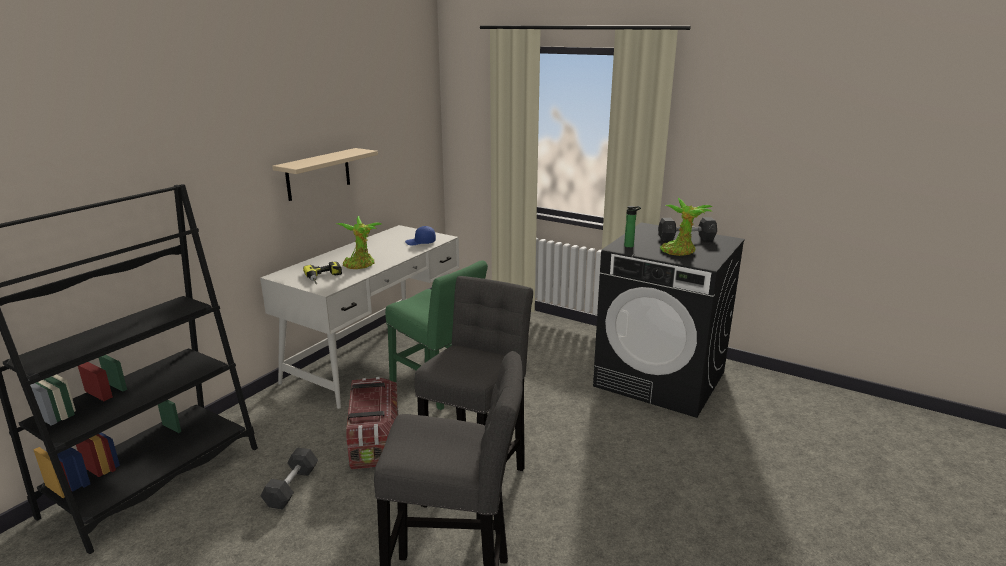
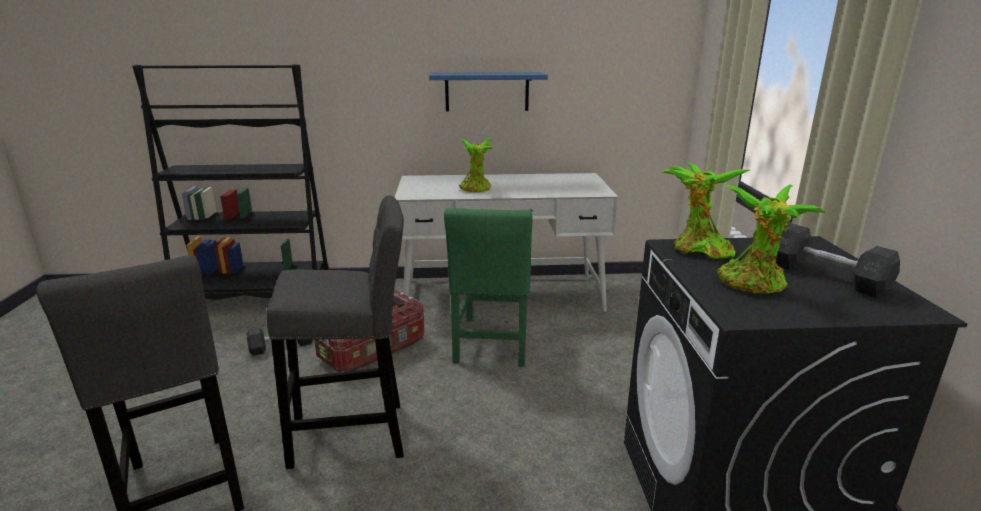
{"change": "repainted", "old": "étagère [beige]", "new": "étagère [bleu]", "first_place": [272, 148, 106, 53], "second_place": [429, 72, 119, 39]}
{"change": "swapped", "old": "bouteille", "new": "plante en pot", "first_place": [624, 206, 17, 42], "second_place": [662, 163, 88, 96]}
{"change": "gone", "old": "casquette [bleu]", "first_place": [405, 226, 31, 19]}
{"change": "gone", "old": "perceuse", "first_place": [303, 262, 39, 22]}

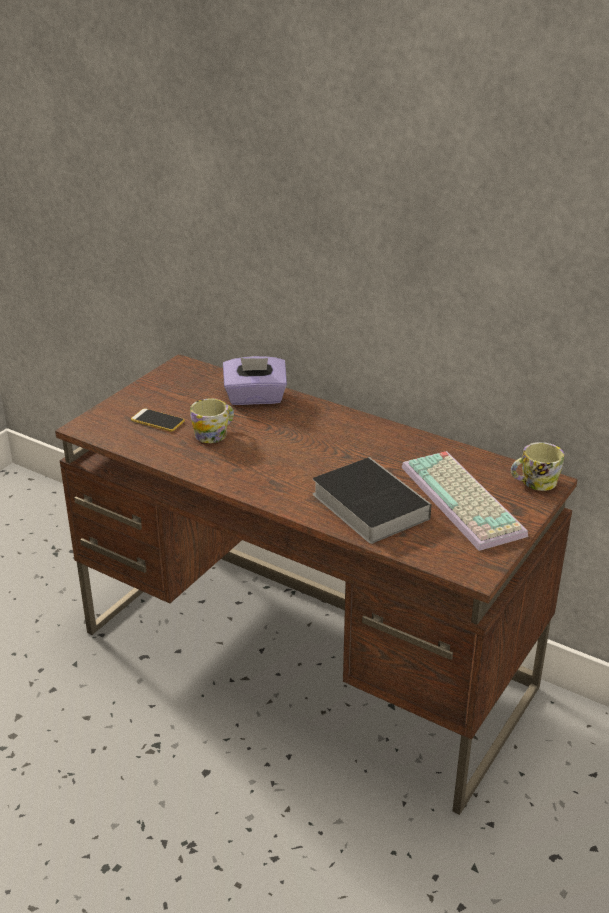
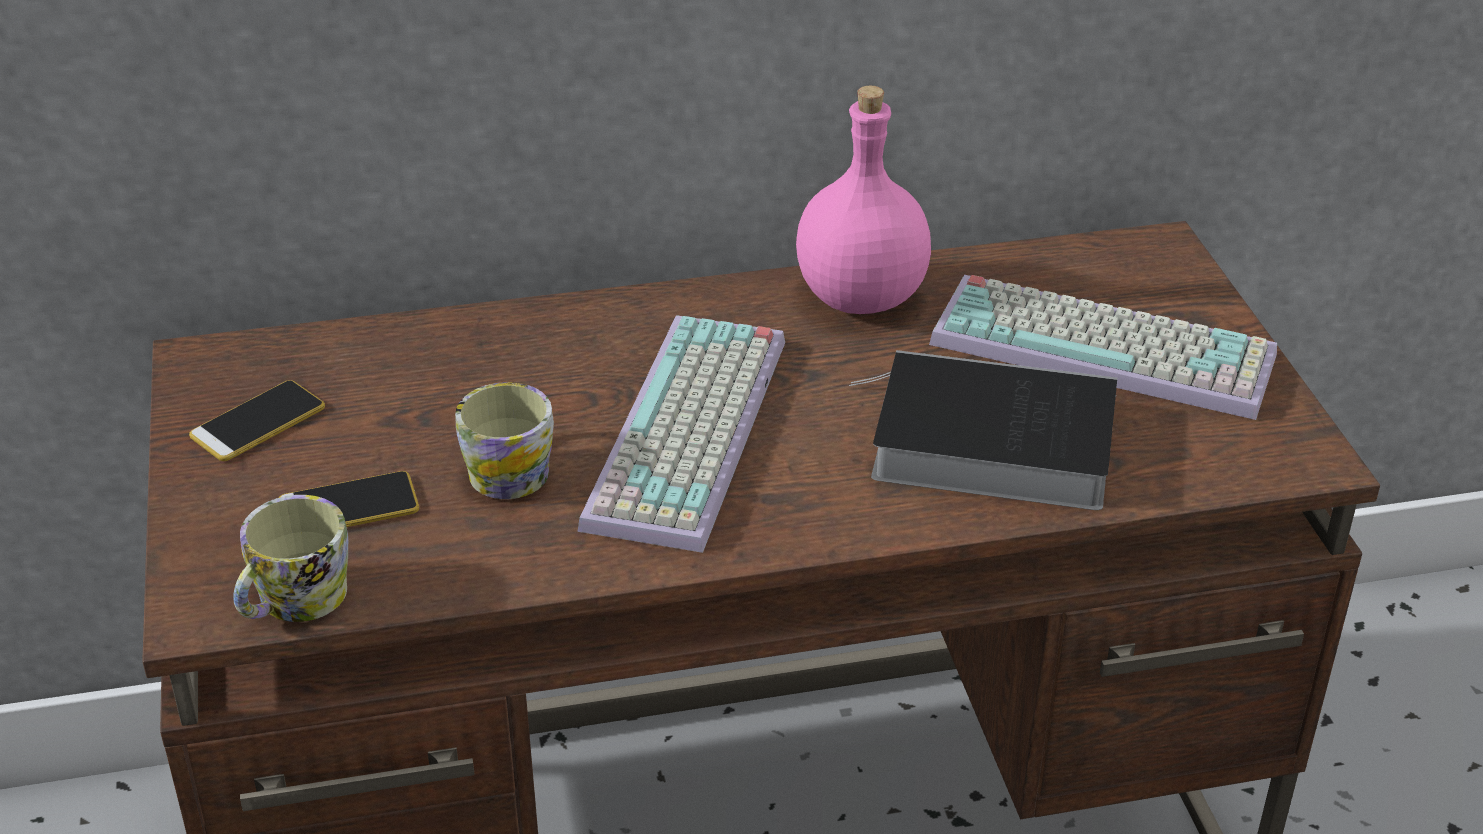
{"change": "gone", "old": "boîte à mouchoirs [violet]", "first_place": [223, 356, 64, 49]}
{"change": "shifted", "old": "mug", "first_place": [511, 442, 53, 49], "second_place": [233, 495, 115, 127]}
{"change": "new", "new": "bouteille [rose]", "second_place": [796, 85, 135, 229]}
{"change": "new", "new": "clavier", "second_place": [577, 315, 208, 238]}
{"change": "new", "new": "téléphone", "second_place": [189, 380, 136, 81]}

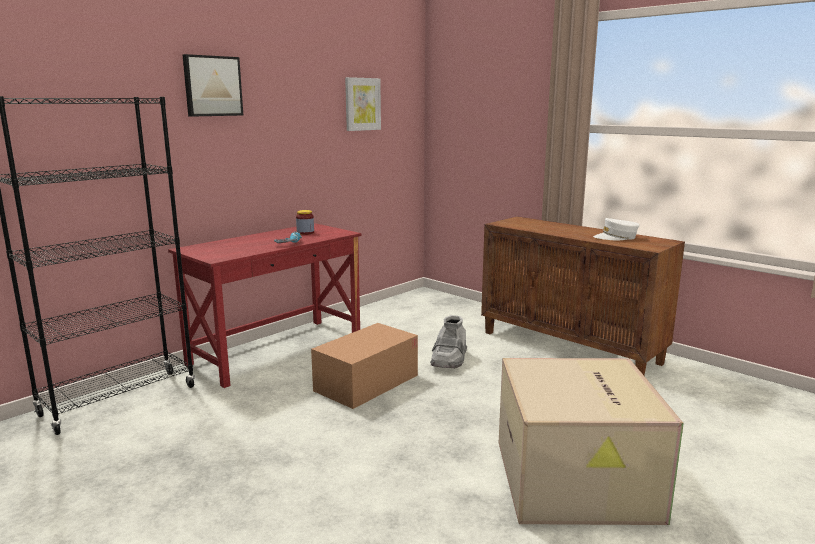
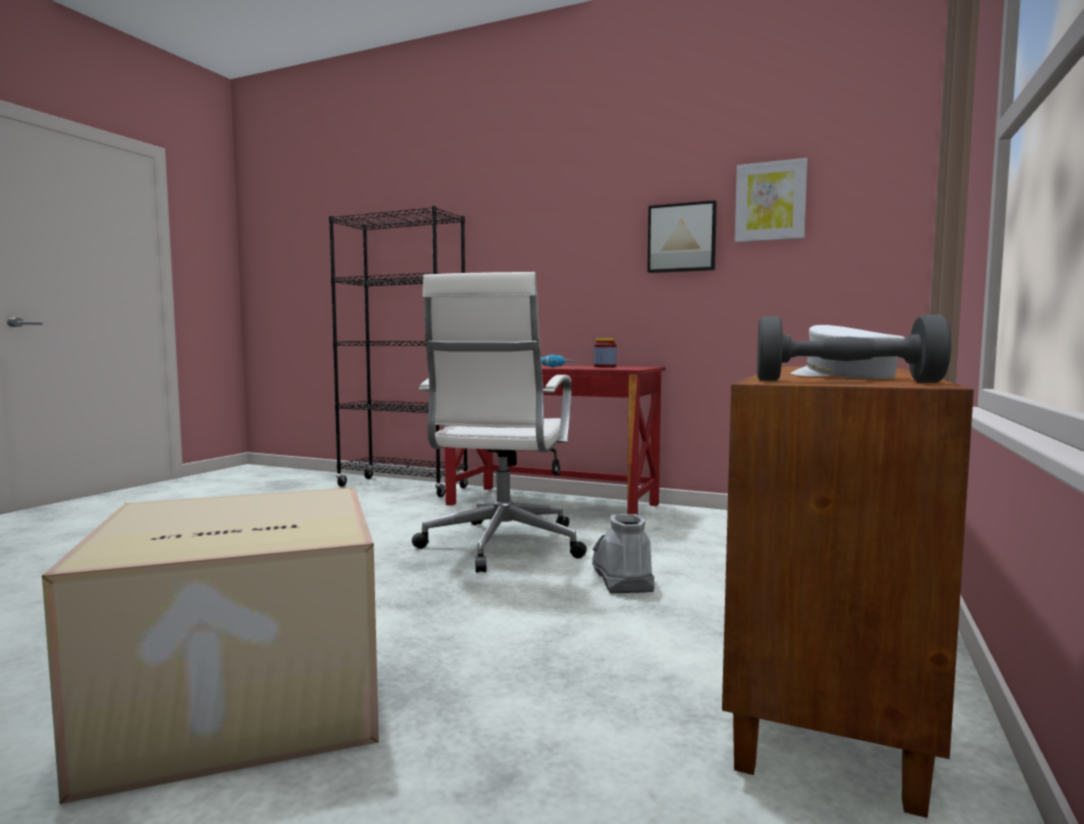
{"change": "shifted", "old": "tableau", "first_place": [183, 54, 60, 63], "second_place": [647, 200, 70, 73]}
{"change": "rotated", "old": "botte [gris]", "first_place": [430, 315, 37, 53], "second_place": [592, 514, 63, 79], "degrees": 90}
{"change": "swapped", "old": "carton", "new": "chaise de bureau [blanc]", "first_place": [311, 323, 107, 86], "second_place": [412, 272, 175, 301]}
{"change": "new", "new": "haltère [gris]", "second_place": [757, 315, 194, 68]}

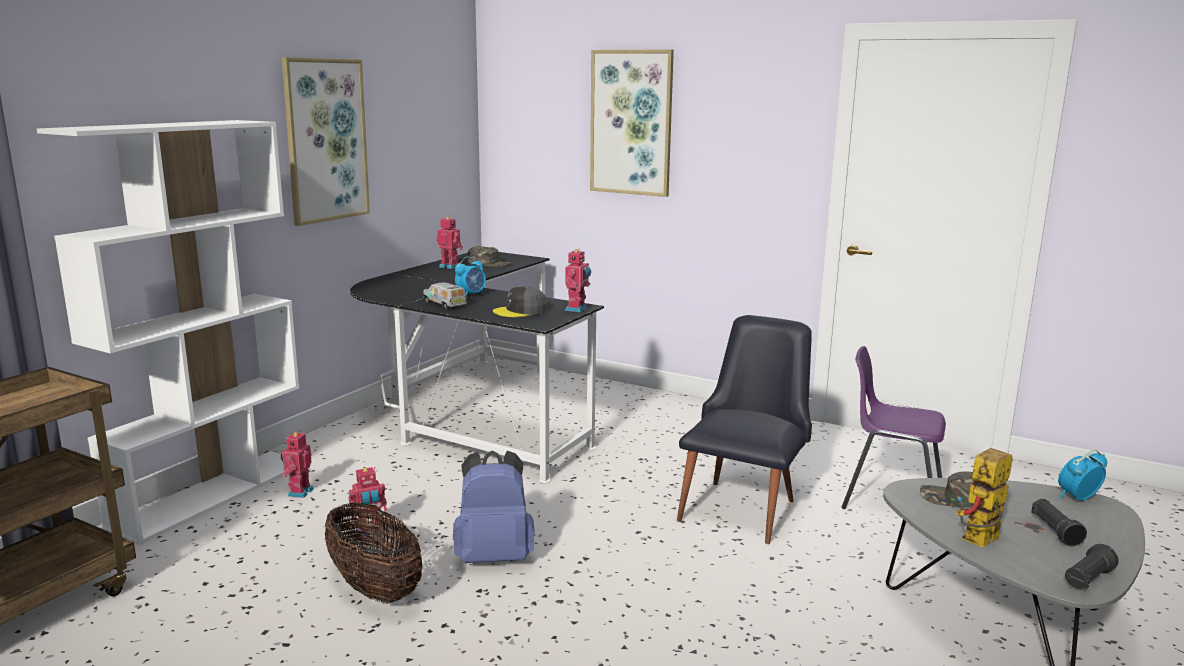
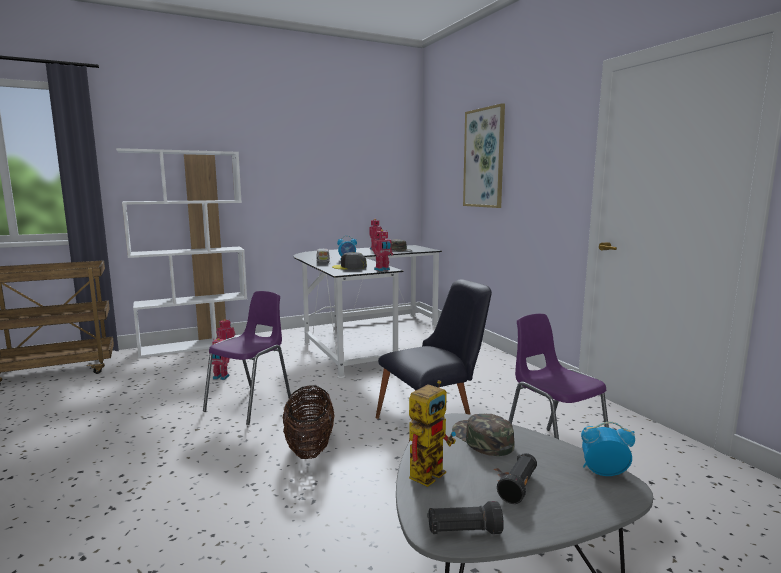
{"change": "gone", "old": "tableau", "first_place": [282, 57, 88, 169]}
{"change": "rotated", "old": "robot jouet", "first_place": [956, 448, 57, 99], "second_place": [409, 380, 47, 107], "degrees": 135}
{"change": "swapped", "old": "sac à dos [bleu]", "new": "chaise [violet]", "first_place": [453, 450, 82, 113], "second_place": [203, 291, 88, 134]}
{"change": "shifted", "old": "panier", "first_place": [325, 503, 97, 101], "second_place": [283, 386, 51, 73]}

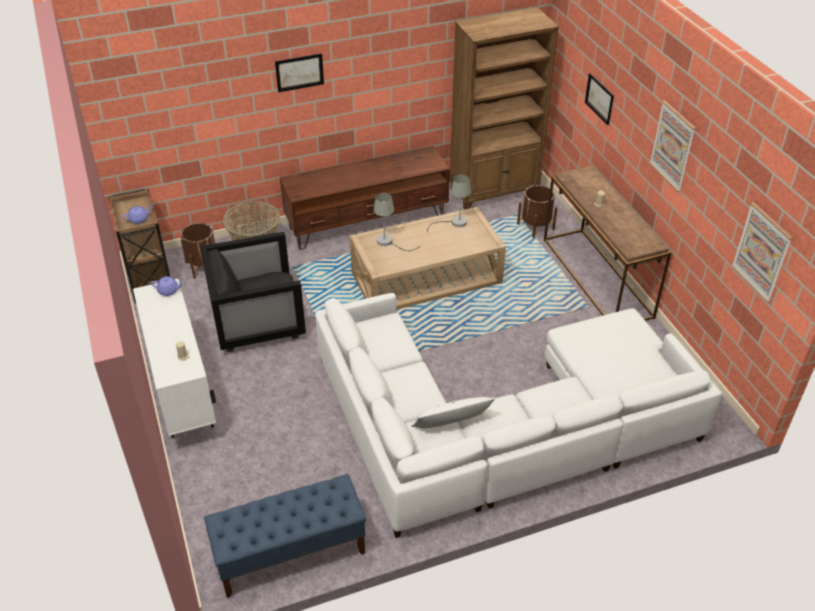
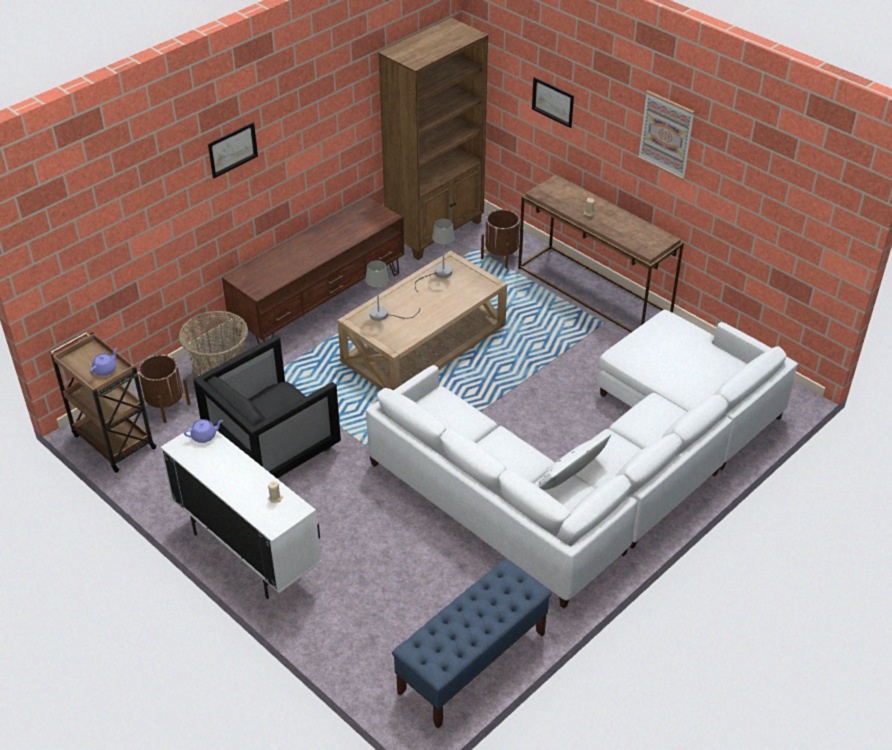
{"change": "gone", "old": "tableau", "first_place": [731, 202, 62, 101]}

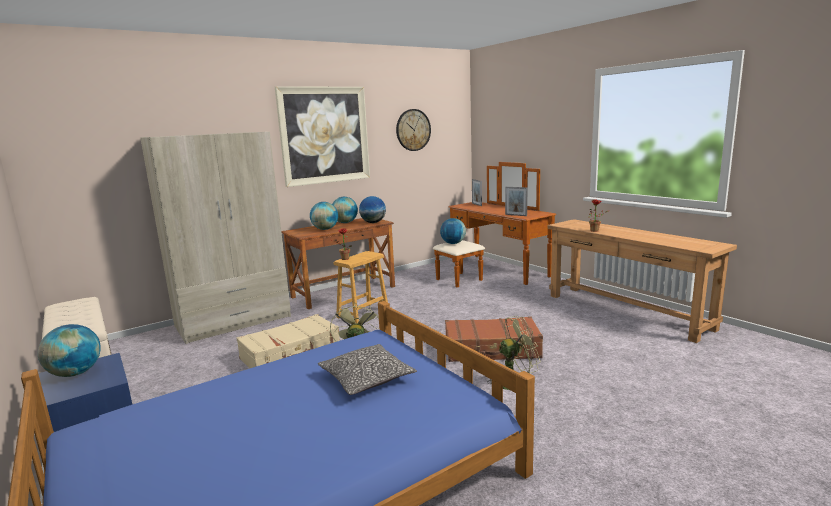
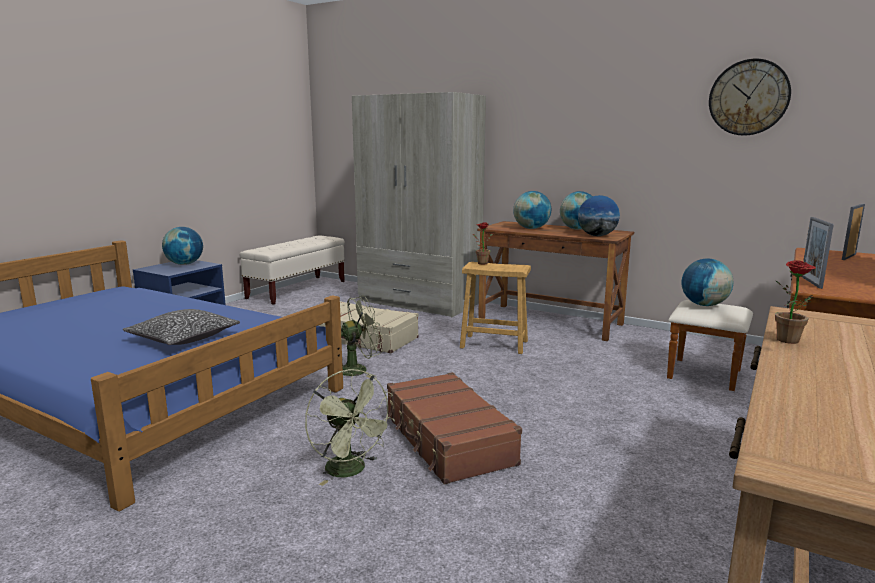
{"change": "gone", "old": "tableau", "first_place": [275, 86, 95, 101]}

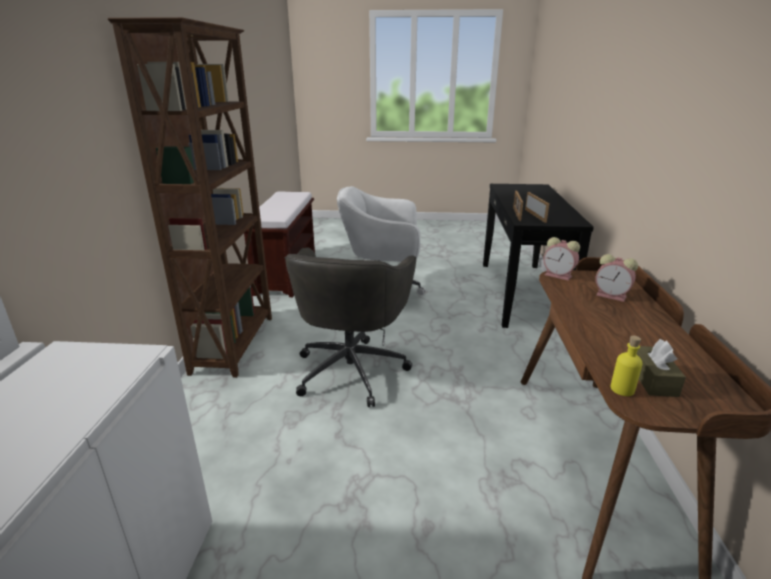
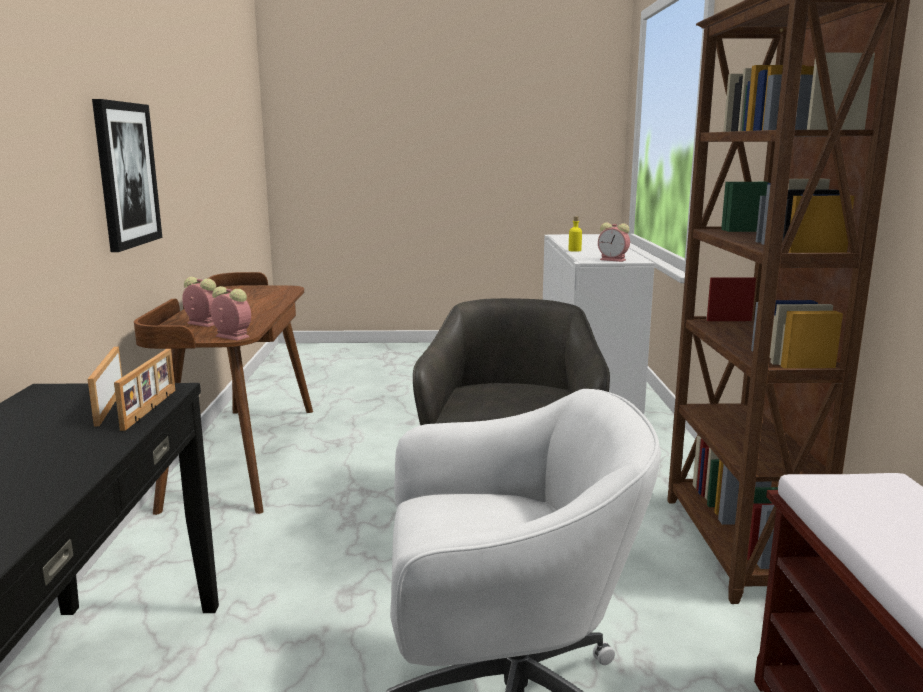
{"change": "shifted", "old": "bouteille [jaune]", "first_place": [611, 336, 31, 60], "second_place": [569, 216, 13, 36]}
{"change": "gone", "old": "boîte à mouchoirs [marron]", "first_place": [636, 339, 50, 58]}
{"change": "new", "new": "tableau", "second_place": [92, 99, 70, 153]}
{"change": "new", "new": "réveil", "second_place": [598, 222, 32, 40]}

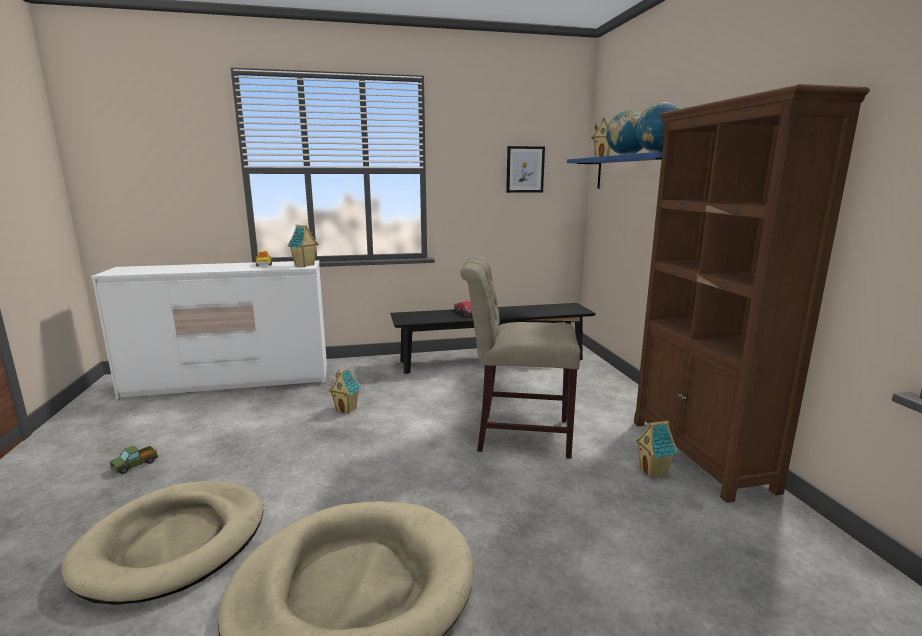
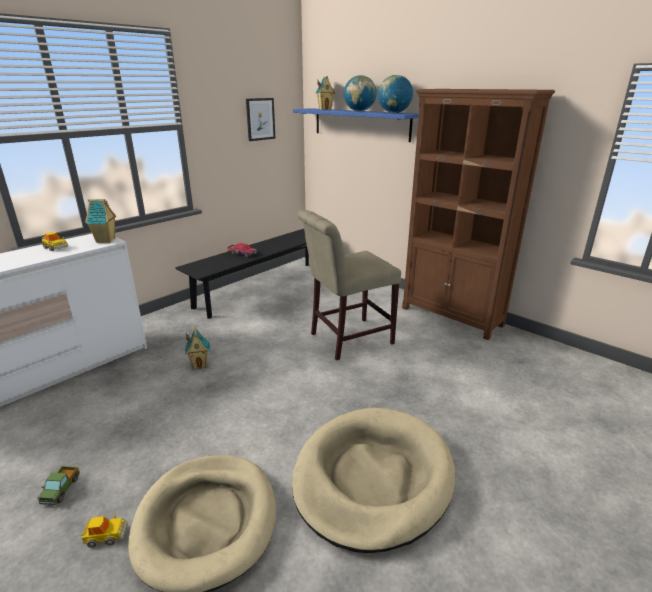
{"change": "gone", "old": "maison miniature", "first_place": [635, 420, 43, 58]}
{"change": "new", "new": "petite voiture", "second_place": [81, 515, 47, 33]}

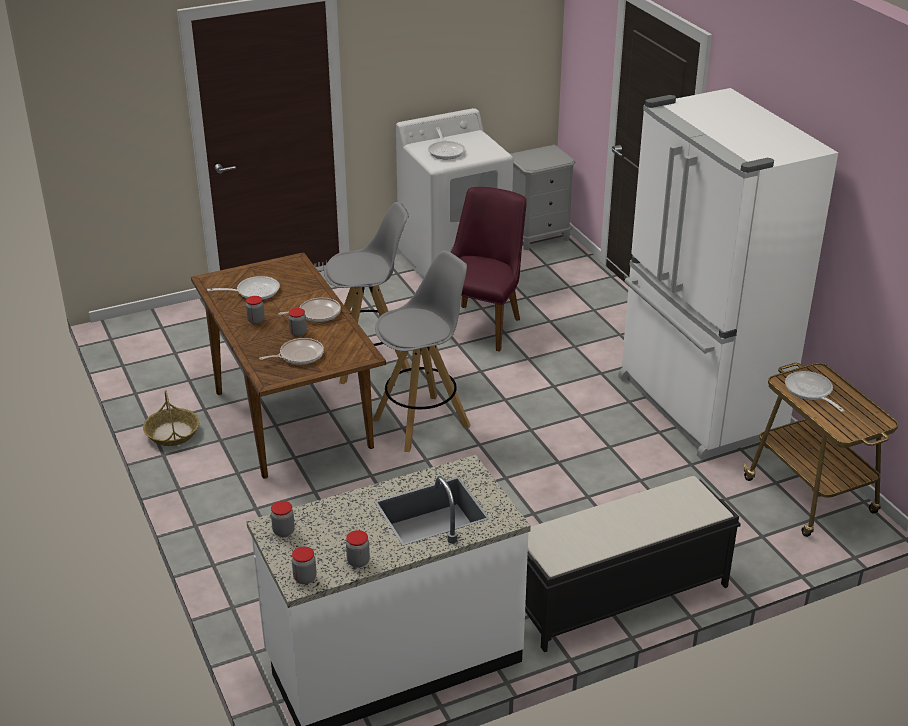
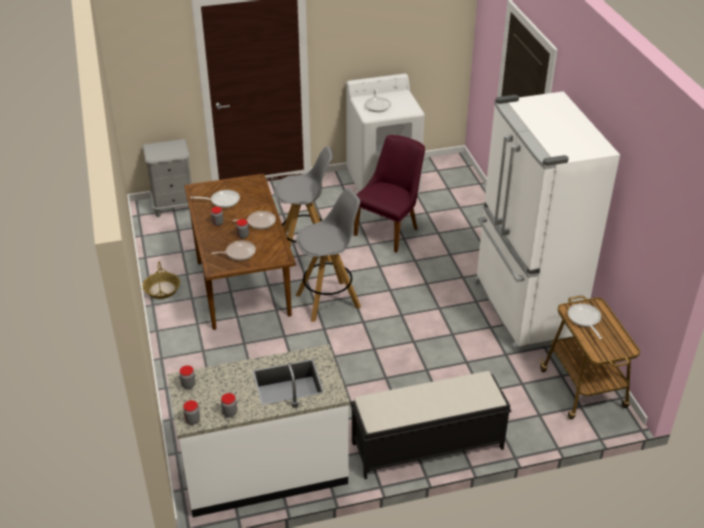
{"change": "shifted", "old": "table de chevet [gris]", "first_place": [510, 145, 65, 105], "second_place": [143, 139, 49, 78]}

